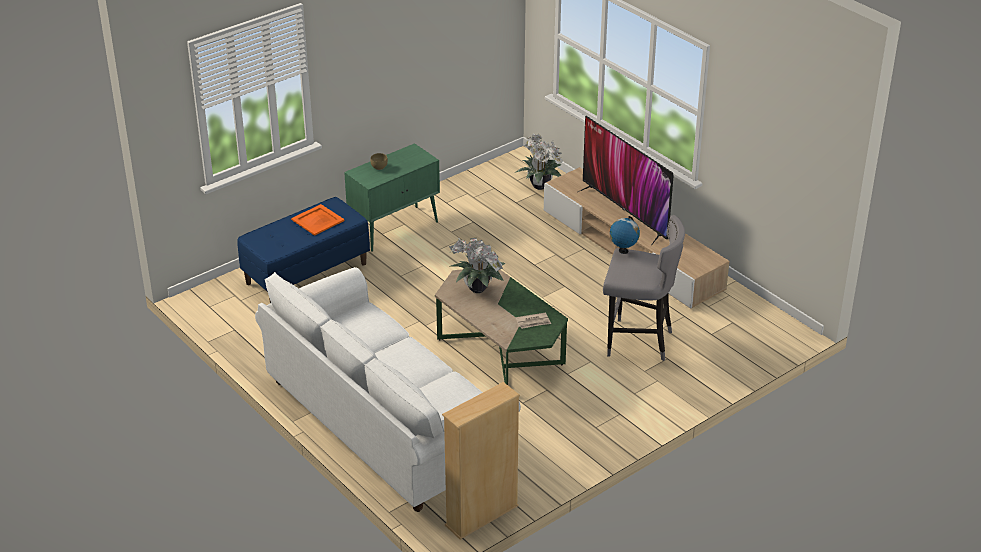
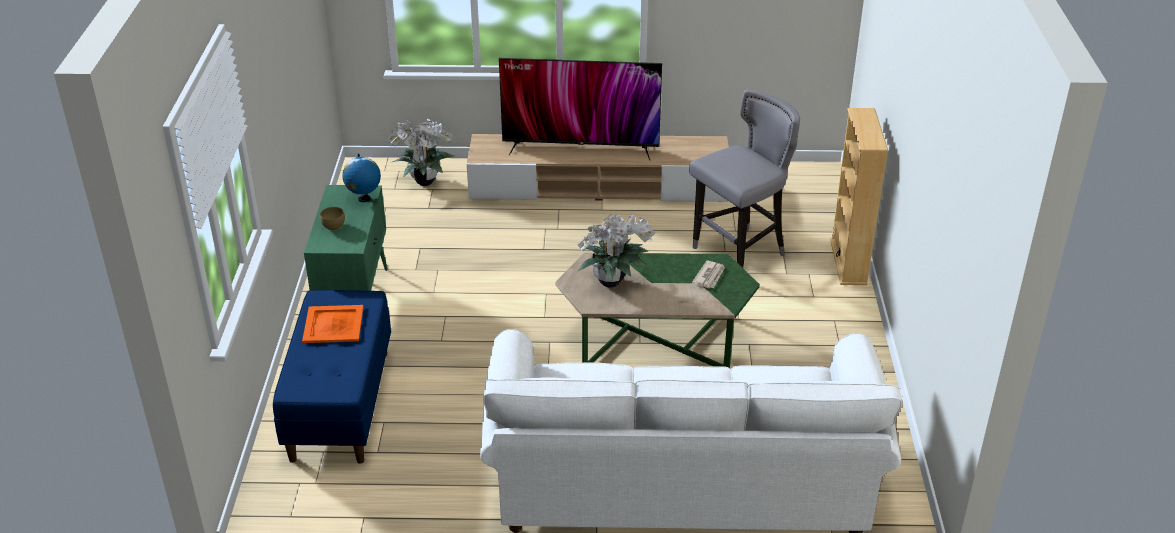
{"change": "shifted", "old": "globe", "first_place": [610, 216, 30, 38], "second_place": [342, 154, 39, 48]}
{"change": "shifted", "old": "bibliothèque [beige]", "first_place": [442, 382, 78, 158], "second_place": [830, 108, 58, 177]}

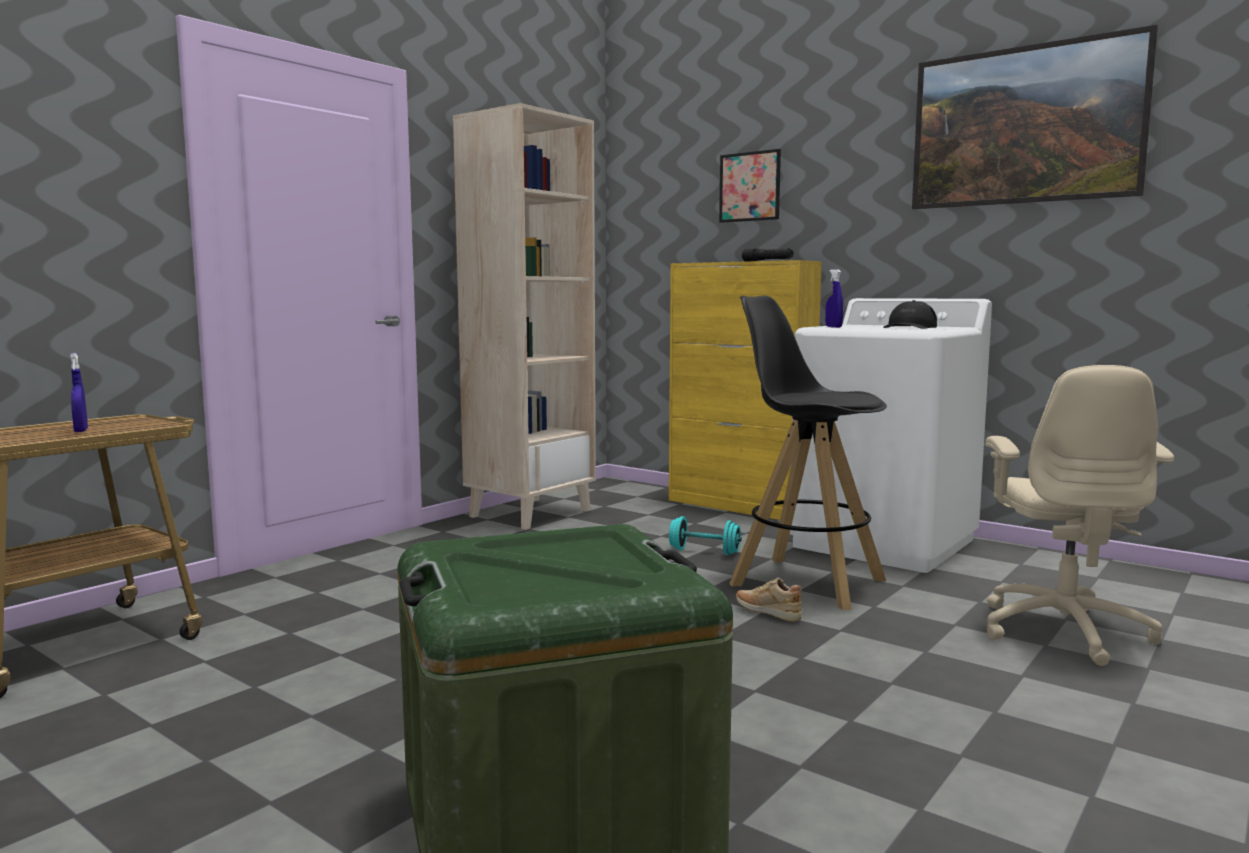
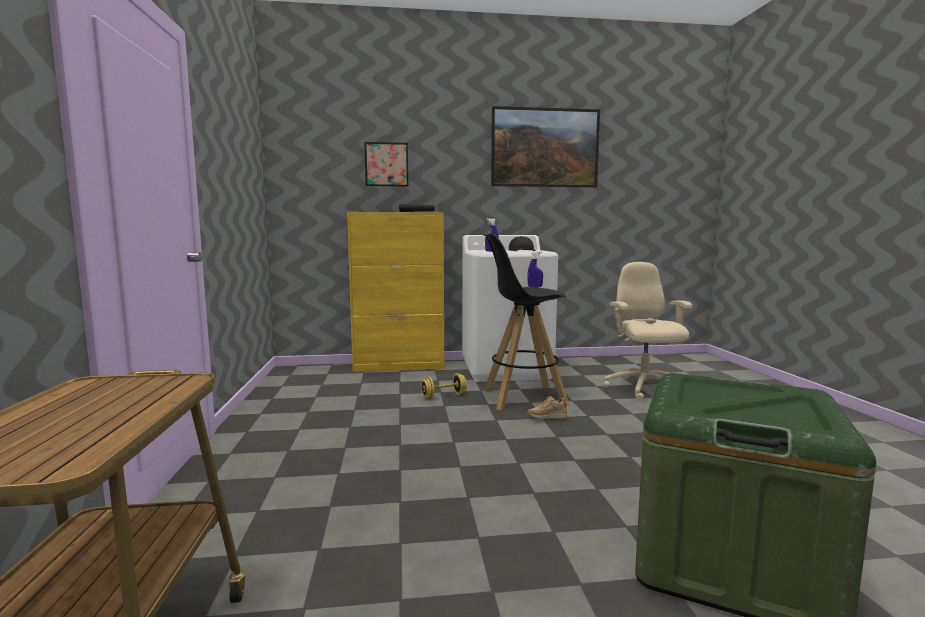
{"change": "gone", "old": "bibliothèque [beige]", "first_place": [453, 103, 143, 427]}
{"change": "shifted", "old": "vaporisateur [bleu]", "first_place": [70, 353, 18, 79], "second_place": [527, 251, 16, 36]}
{"change": "rotated", "old": "chaise de bureau [beige]", "first_place": [986, 365, 188, 301], "second_place": [604, 262, 88, 138], "degrees": -150}
{"change": "repainted", "old": "haltère [turquoise]", "new": "haltère [jaune]", "first_place": [669, 516, 73, 39], "second_place": [421, 373, 46, 26]}

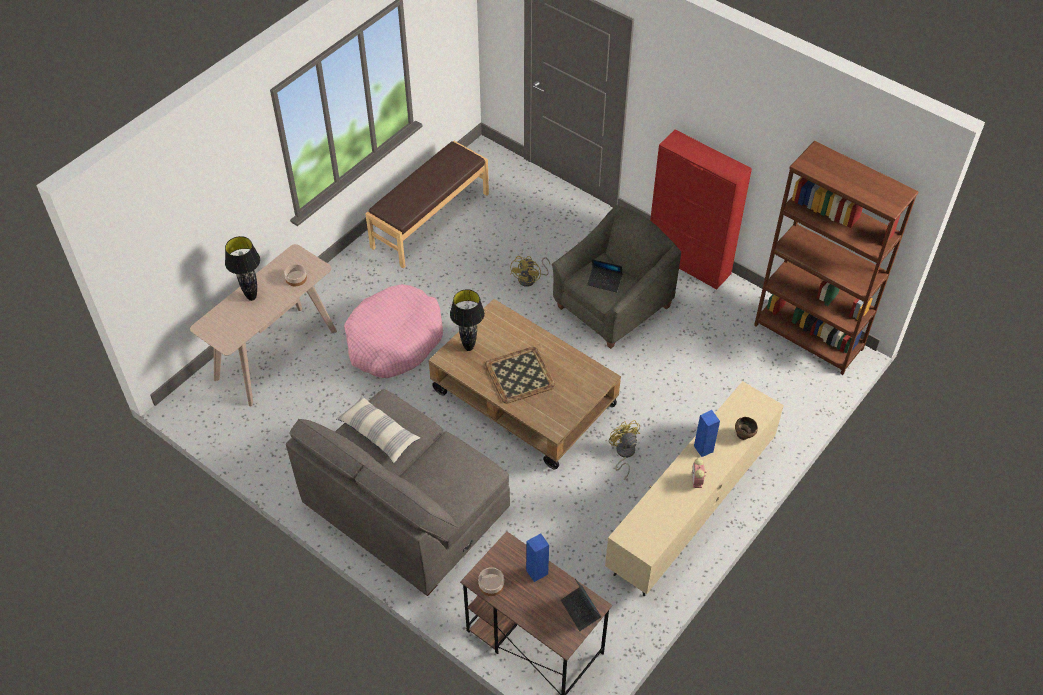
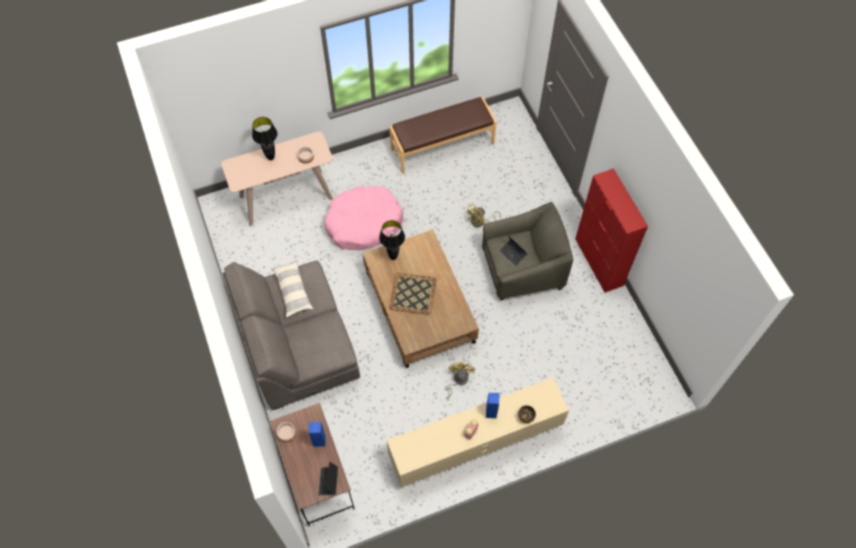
{"change": "gone", "old": "bibliothèque [marron]", "first_place": [754, 141, 165, 234]}

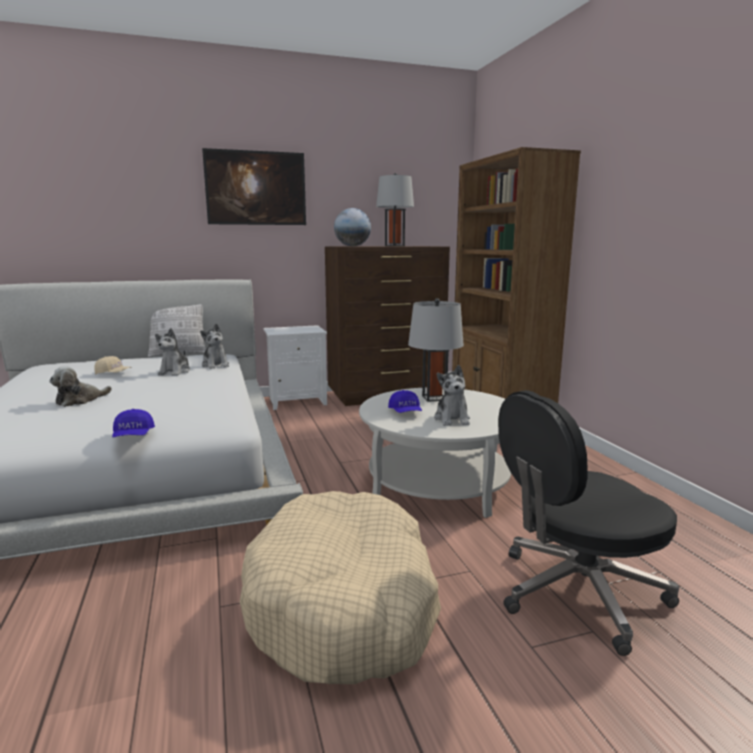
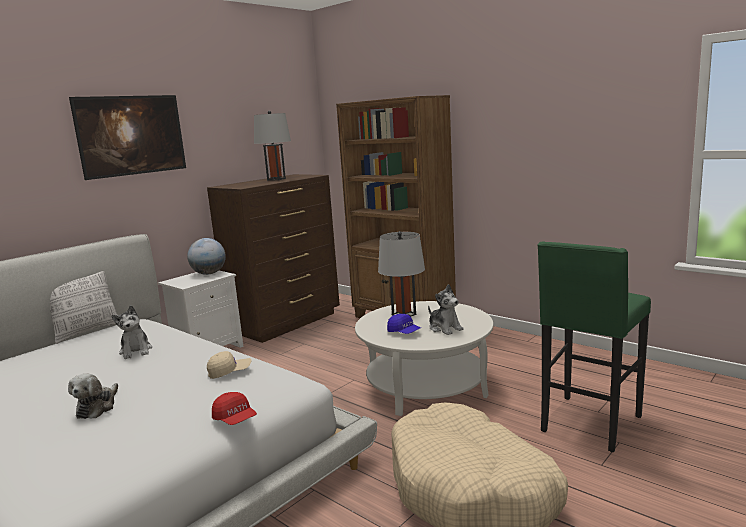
{"change": "shifted", "old": "globe", "first_place": [334, 208, 37, 38], "second_place": [187, 238, 39, 37]}
{"change": "gone", "old": "peluche", "first_place": [200, 324, 29, 45]}
{"change": "shifted", "old": "casquette [beige]", "first_place": [94, 356, 38, 18], "second_place": [207, 351, 45, 28]}
{"change": "swapped", "old": "chaise de bureau [noir]", "new": "tabouret [vert]", "first_place": [498, 390, 181, 266], "second_place": [537, 242, 114, 210]}
{"change": "repainted", "old": "casquette [bleu]", "new": "casquette [rouge]", "first_place": [112, 409, 43, 28], "second_place": [212, 392, 45, 33]}

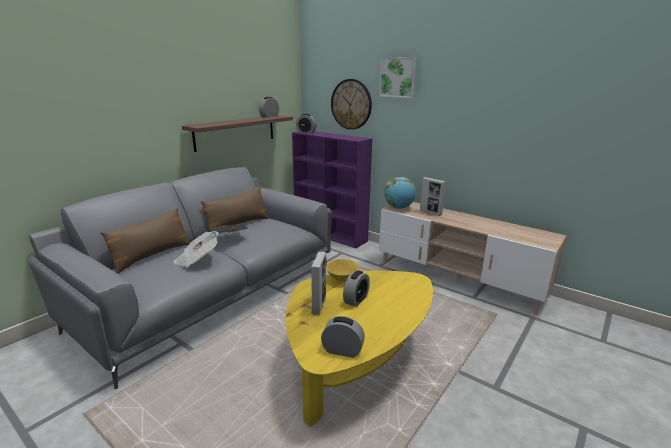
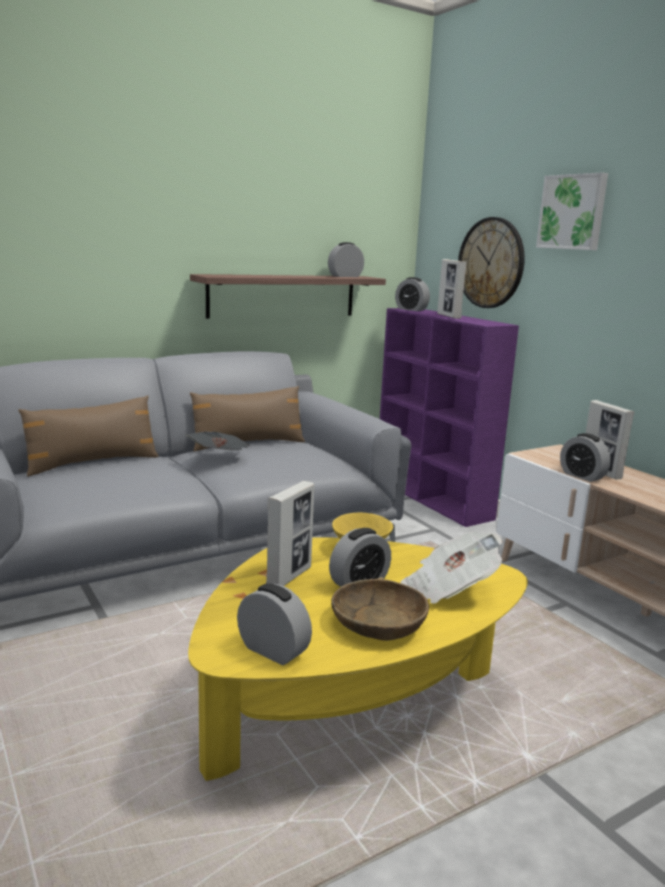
{"change": "gone", "old": "globe", "first_place": [384, 177, 32, 32]}
{"change": "shifted", "old": "journal", "first_place": [173, 231, 46, 36], "second_place": [400, 531, 103, 73]}
{"change": "new", "new": "cadre photo", "second_place": [437, 259, 30, 60]}
{"change": "new", "new": "réveil", "second_place": [560, 433, 51, 49]}
{"change": "new", "new": "bol [marron]", "second_place": [331, 577, 98, 64]}

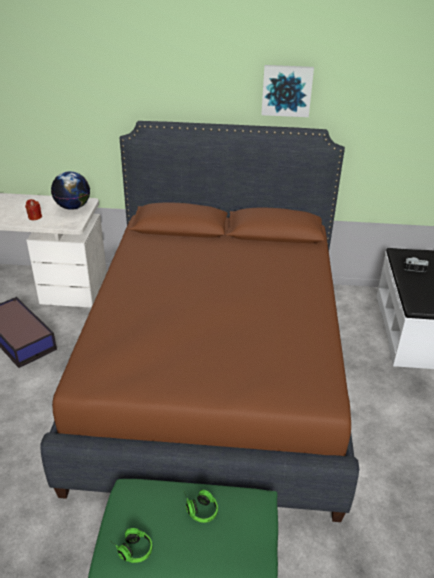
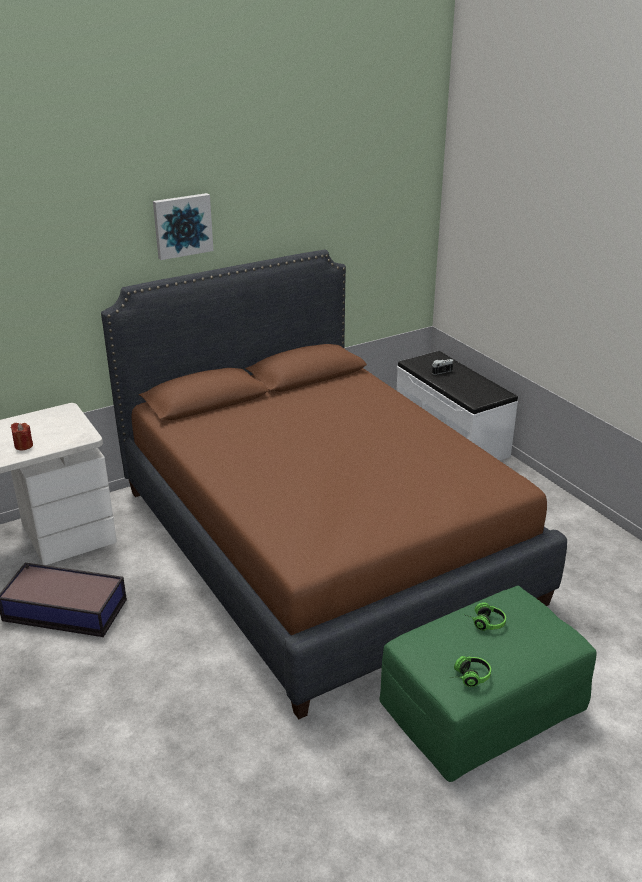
{"change": "shifted", "old": "tableau", "first_place": [261, 65, 53, 52], "second_place": [153, 193, 60, 67]}
{"change": "gone", "old": "globe", "first_place": [51, 171, 39, 39]}

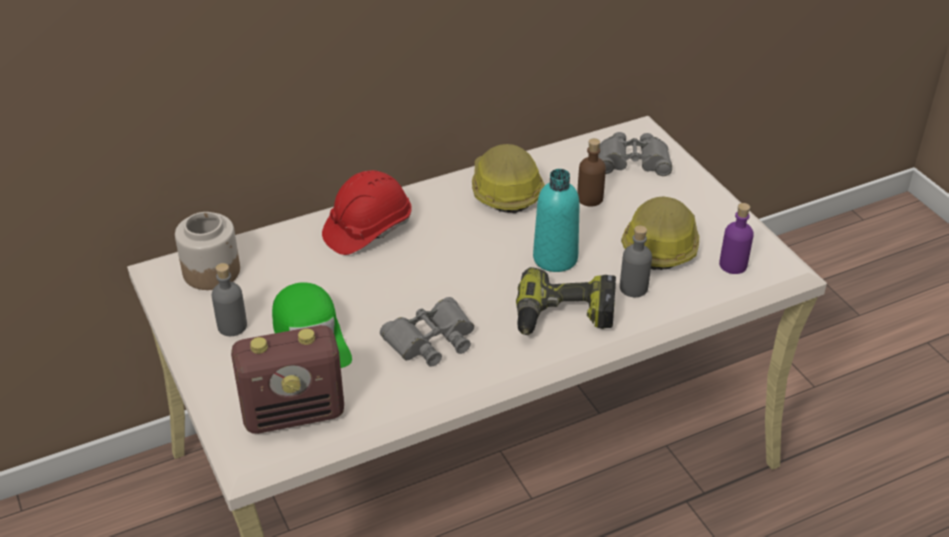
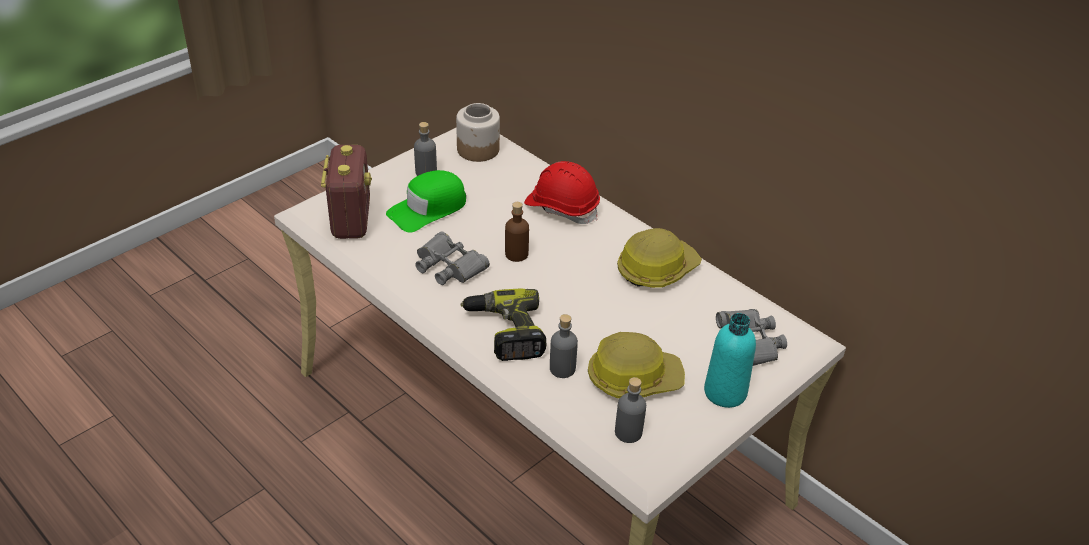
{"change": "shifted", "old": "bouteille [marron]", "first_place": [577, 138, 29, 69], "second_place": [505, 202, 24, 60]}
{"change": "shifted", "old": "bouteille [turquoise]", "first_place": [533, 169, 47, 103], "second_place": [704, 313, 52, 95]}
{"change": "repainted", "old": "bouteille [violet]", "new": "bouteille [gris]", "first_place": [719, 203, 35, 71], "second_place": [615, 377, 31, 66]}
{"change": "rotated", "old": "radio", "first_place": [231, 325, 113, 109], "second_place": [321, 145, 51, 94], "degrees": -150}

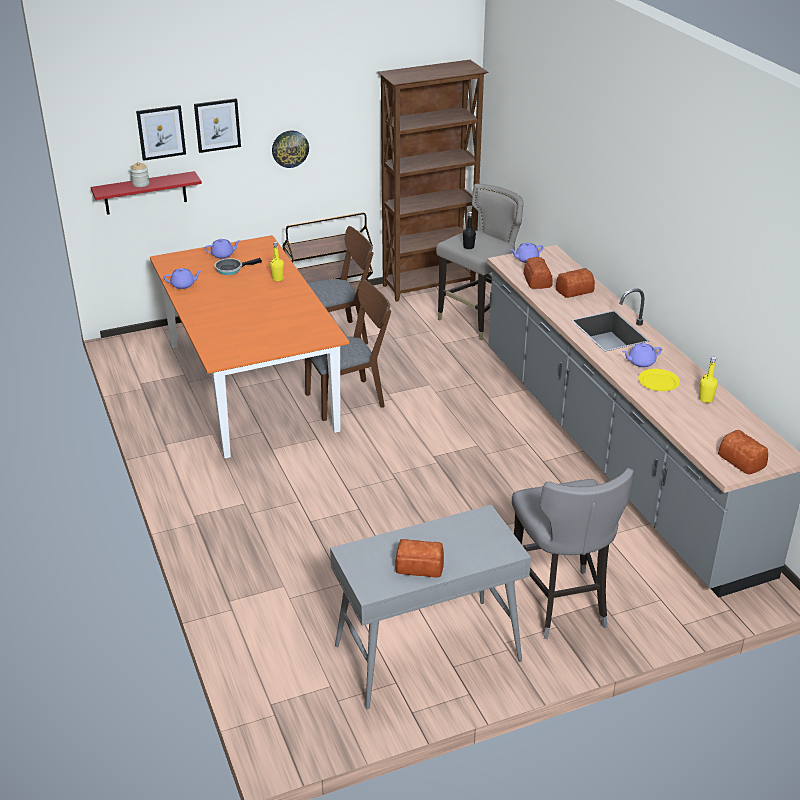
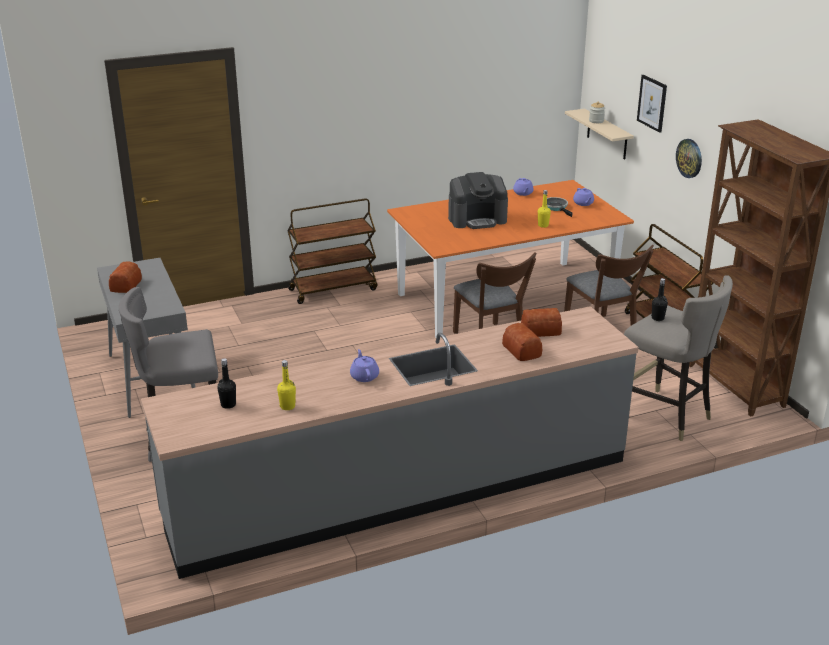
{"change": "gone", "old": "tableau", "first_place": [136, 105, 50, 56]}
{"change": "repainted", "old": "étagère [rouge]", "new": "étagère [beige]", "first_place": [91, 171, 111, 44], "second_place": [565, 109, 69, 51]}
{"change": "gone", "old": "théière [violet]", "first_place": [510, 242, 34, 21]}
{"change": "gone", "old": "assiette [jaune]", "first_place": [638, 369, 42, 22]}
{"change": "gone", "old": "pain", "first_place": [718, 430, 50, 44]}
{"change": "new", "new": "machine à café", "second_place": [448, 172, 60, 57]}
{"change": "new", "new": "chariot [marron]", "second_place": [287, 198, 91, 106]}
{"change": "new", "new": "bouteille [noir]", "second_place": [217, 358, 19, 51]}

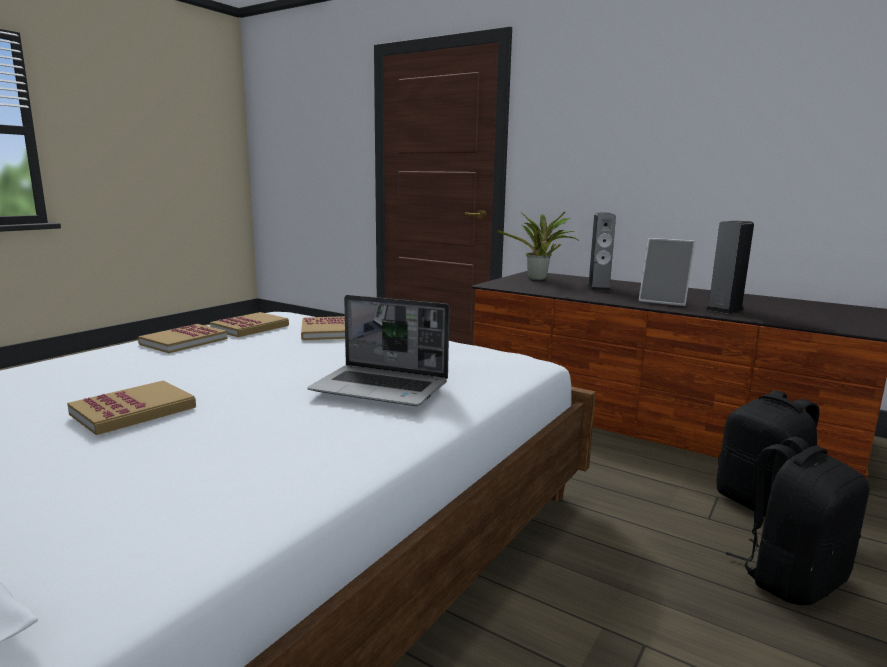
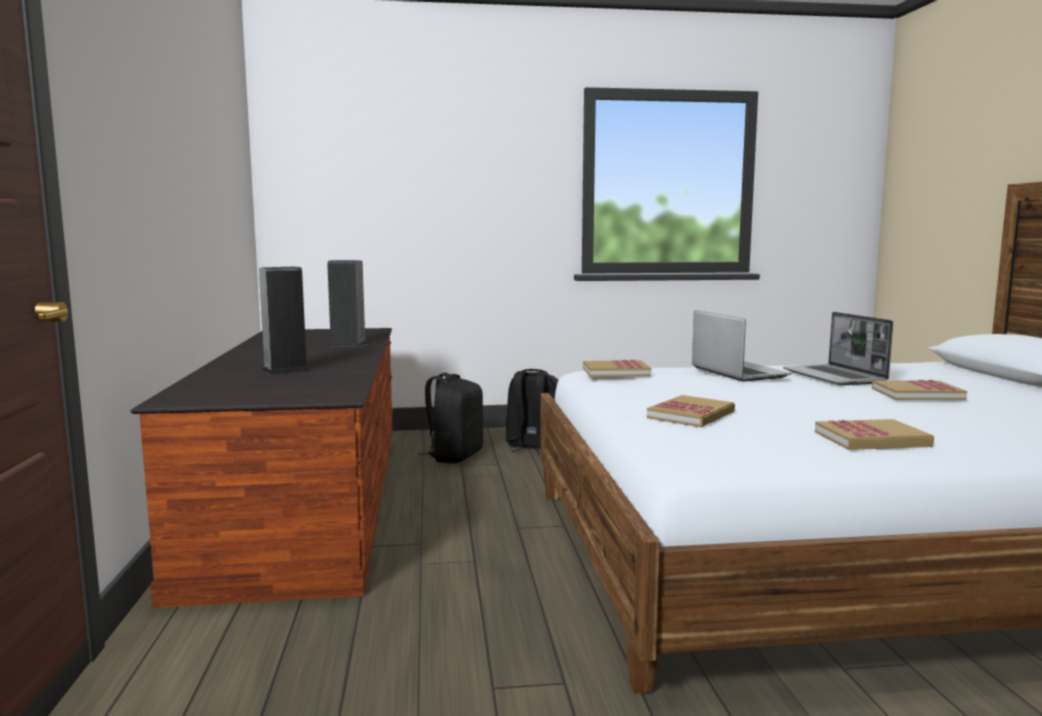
{"change": "gone", "old": "plante en pot", "first_place": [497, 212, 82, 69]}
{"change": "gone", "old": "cadre photo", "first_place": [638, 238, 57, 68]}
{"change": "shifted", "old": "livre", "first_place": [210, 312, 79, 25], "second_place": [583, 360, 68, 17]}
{"change": "new", "new": "ordinateur portable", "second_place": [783, 312, 110, 73]}

